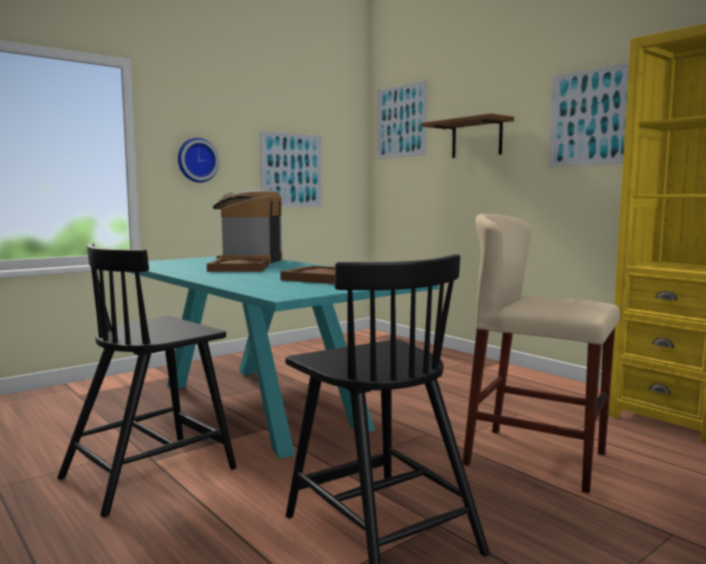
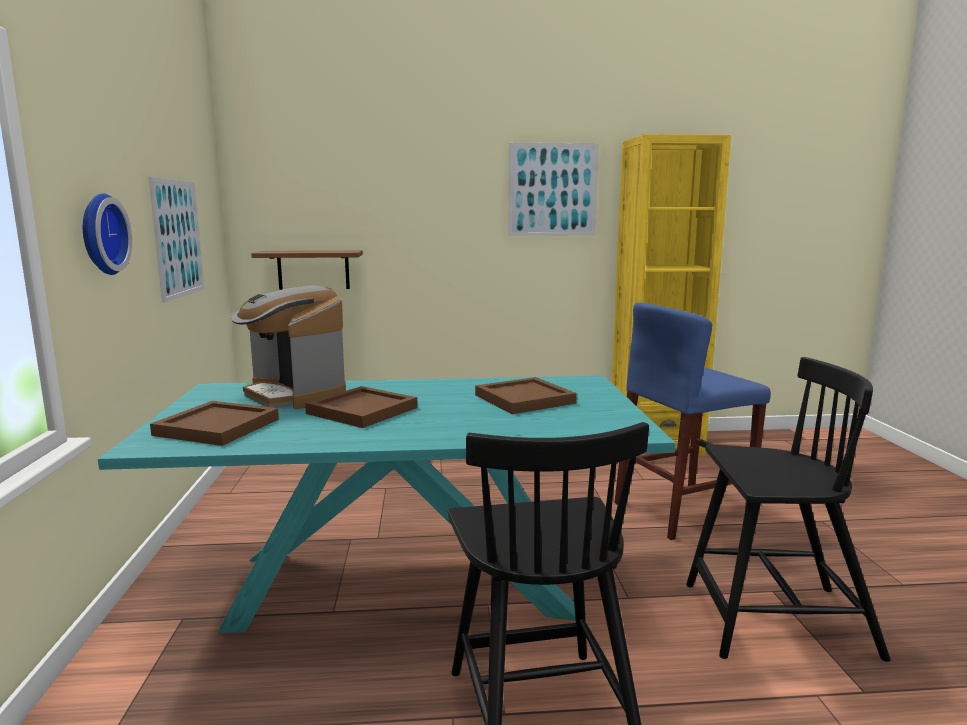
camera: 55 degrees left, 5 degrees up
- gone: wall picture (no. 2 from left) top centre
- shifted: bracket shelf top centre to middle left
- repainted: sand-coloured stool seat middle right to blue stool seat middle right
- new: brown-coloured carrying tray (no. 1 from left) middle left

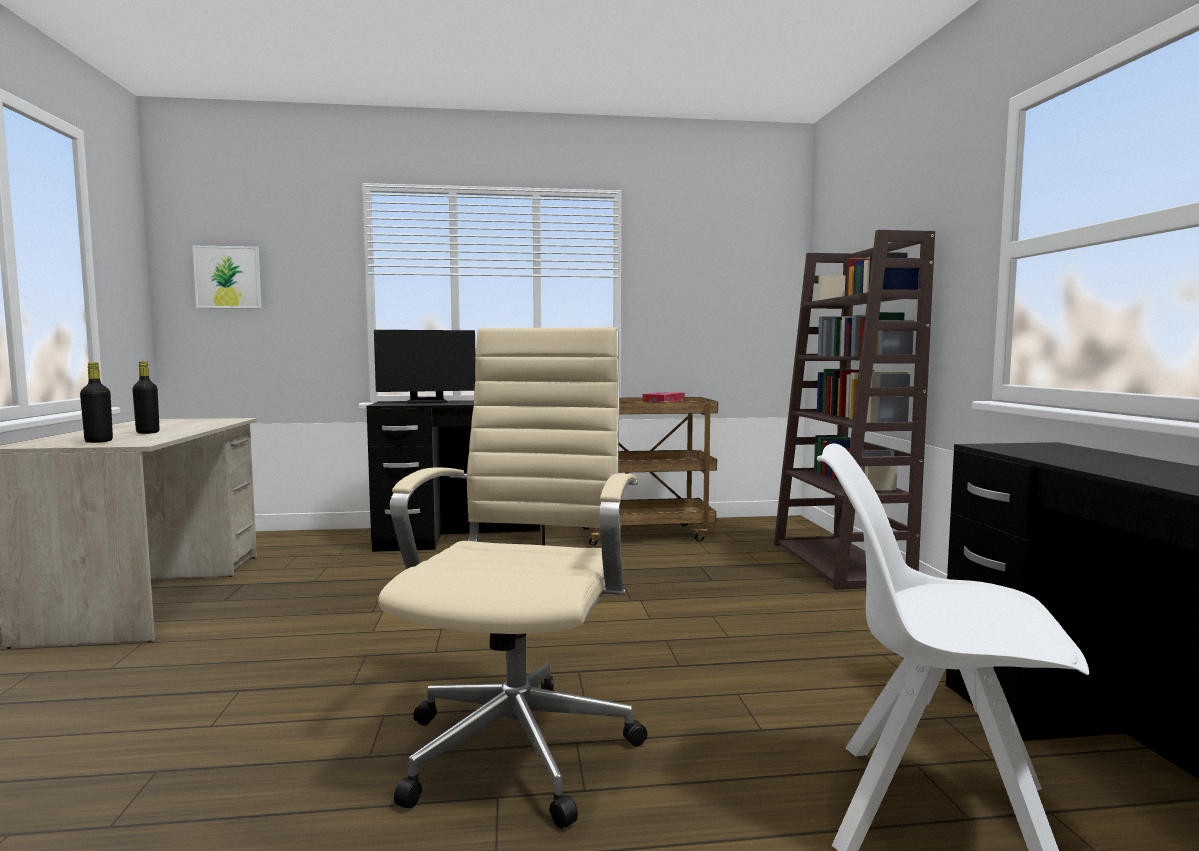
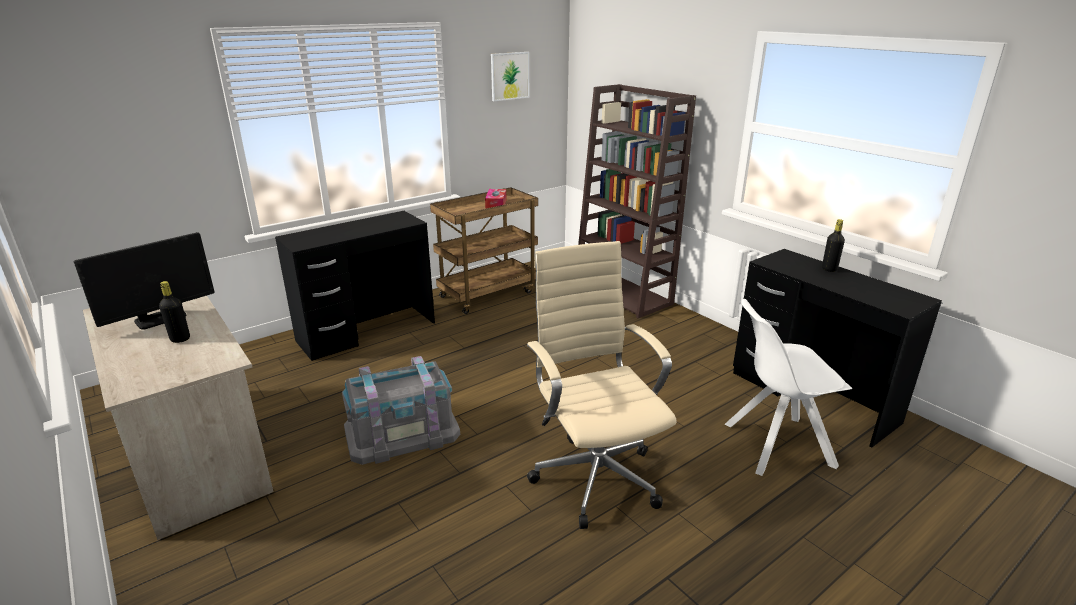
camera: 30 degrees left, 20 degrees up
- shifted: wall picture top left to top centre
- shifted: monitor centre to middle left
- shifted: black bottle (no. 1 from left in the first image) middle left to black bottle (no. 2 from left) middle right
- new: gray storage bin bottom centre

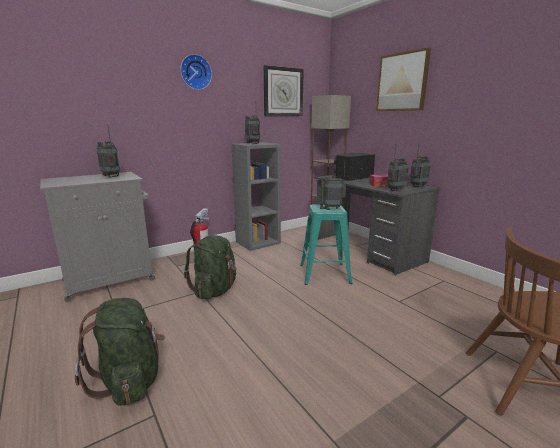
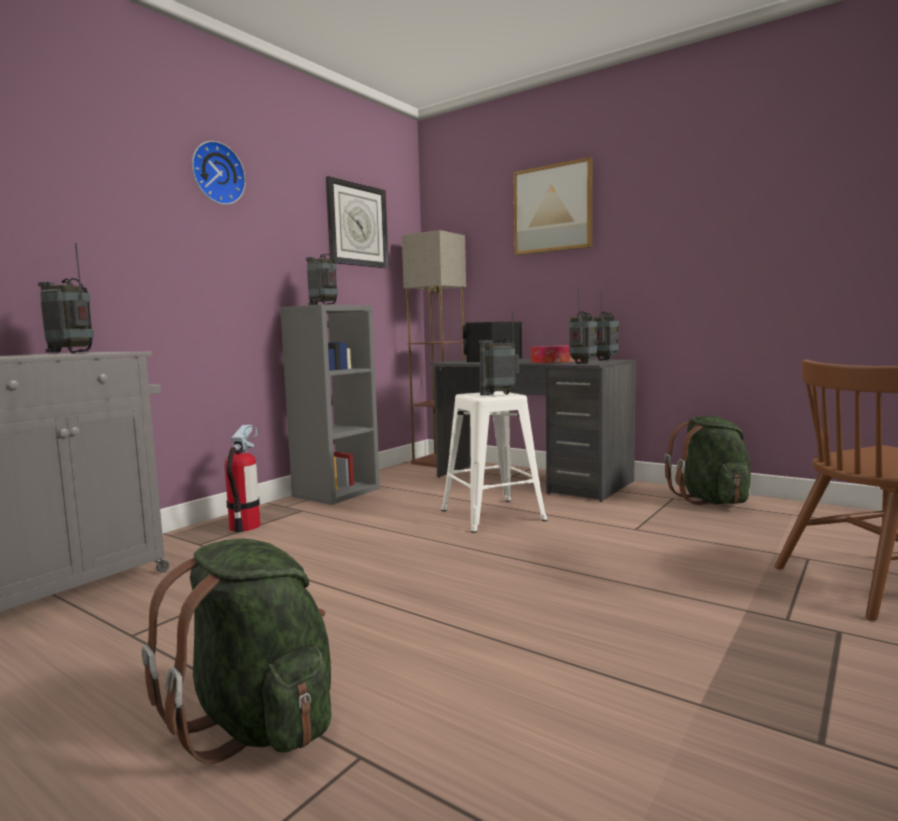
camera: 20 degrees left, 10 degrees down
- repainted: blue-green stool seat centre to white-coloured stool seat centre
- shifted: green backpack (no. 2 from left) centre to middle right

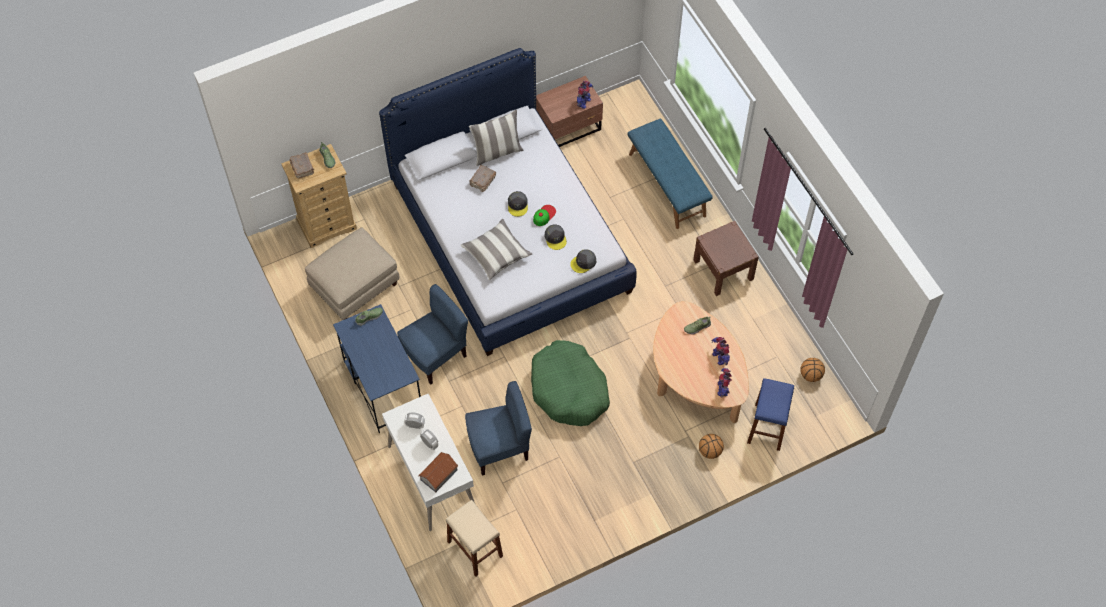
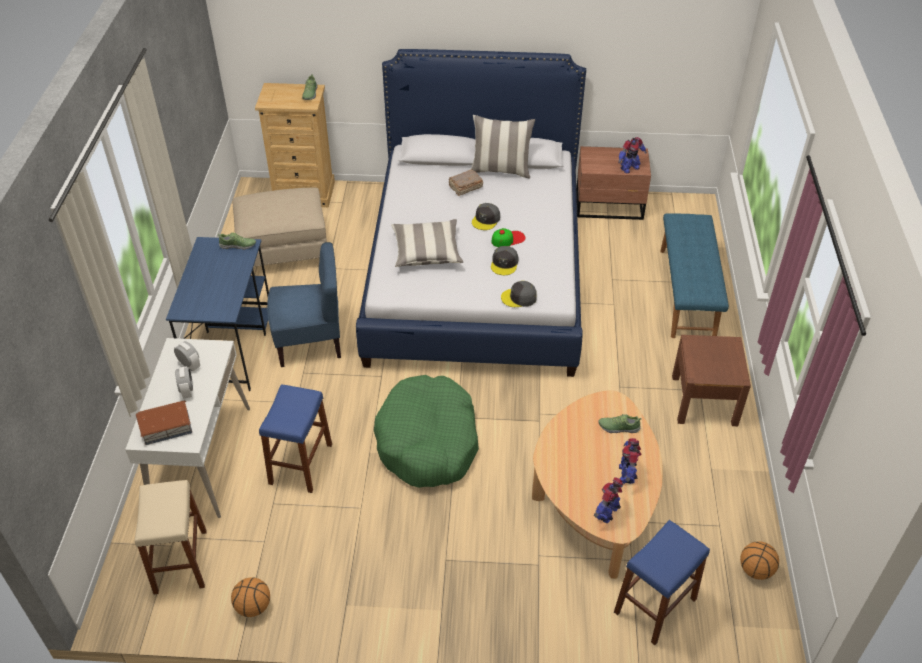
camera: 30 degrees right, 15 degrees down
- gone: brown-coloured book (no. 1 from left) top left
- swapped: blue upright chair (no. 2 from left) bottom centre to blue stool seat (no. 1 from left) middle left
- shifted: basketball ball (no. 1 from left) bottom centre to bottom left

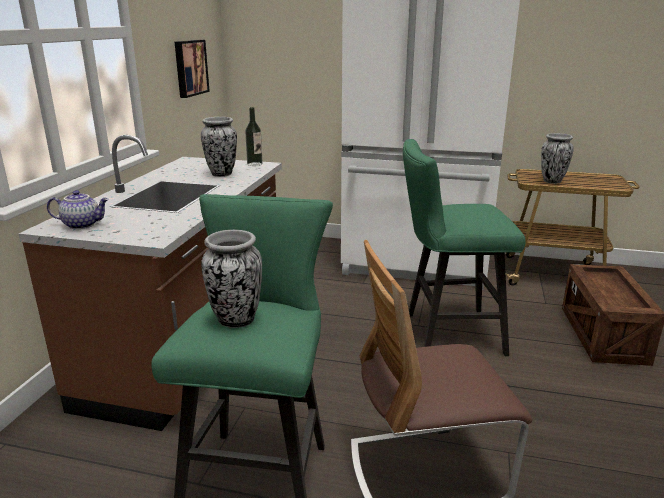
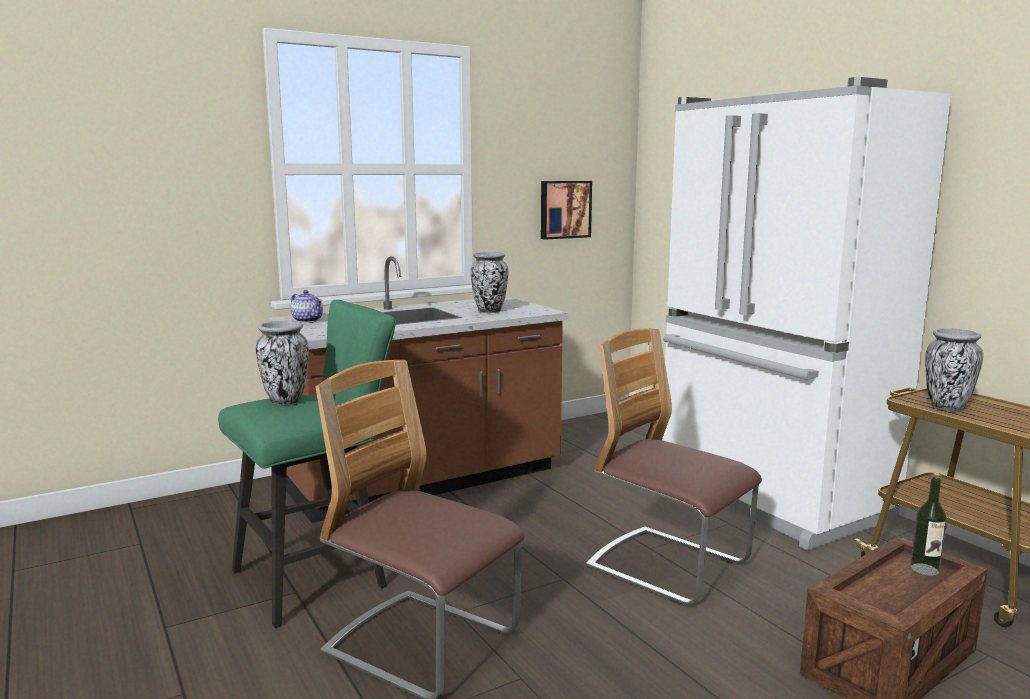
camera: 45 degrees right, 10 degrees down
- shifted: bottle top centre to bottom right
- swapped: green stool seat (no. 2 from left) middle right to upright chair (no. 2 from left) bottom centre

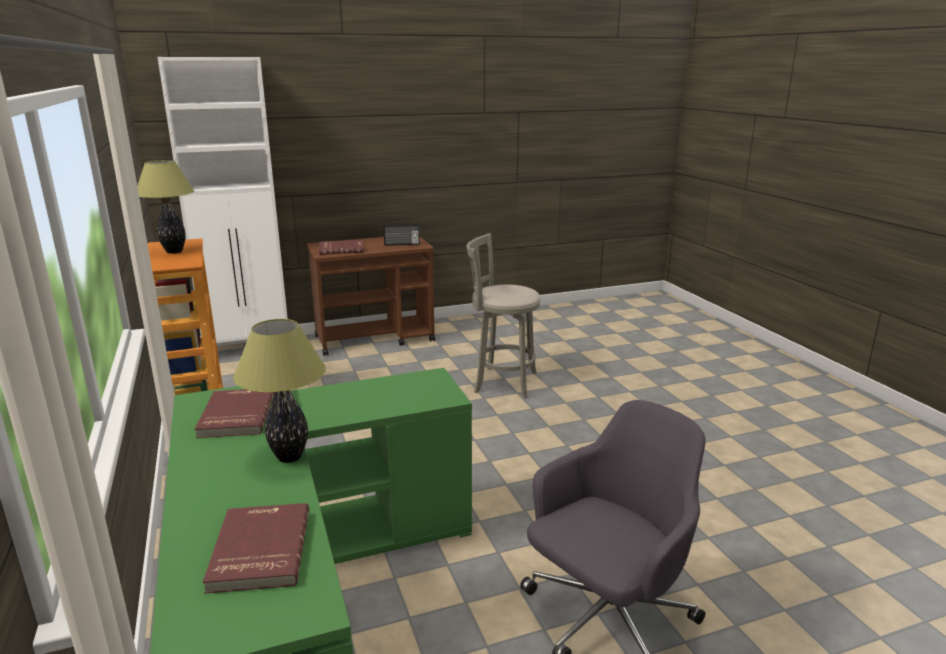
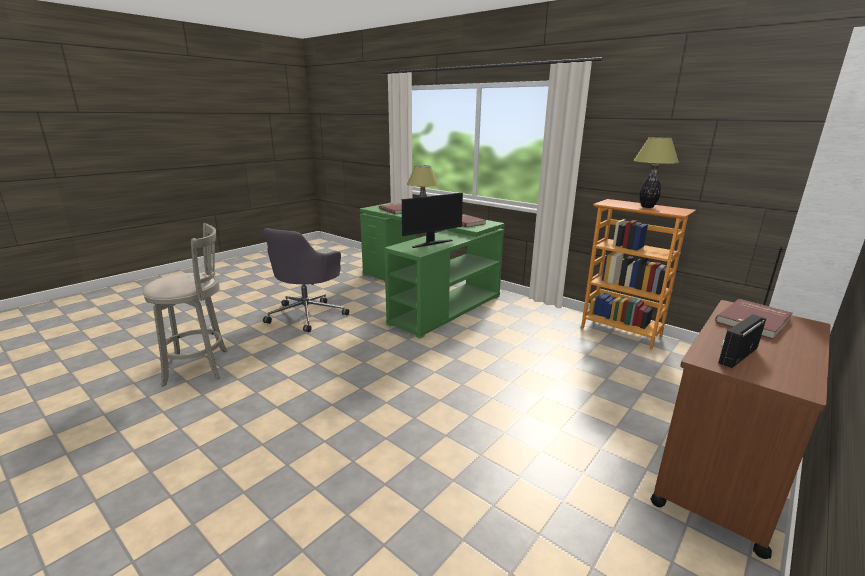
camera: 150 degrees right, 0 degrees up
- shifted: gray stool seat centre to middle left
- new: monitor centre

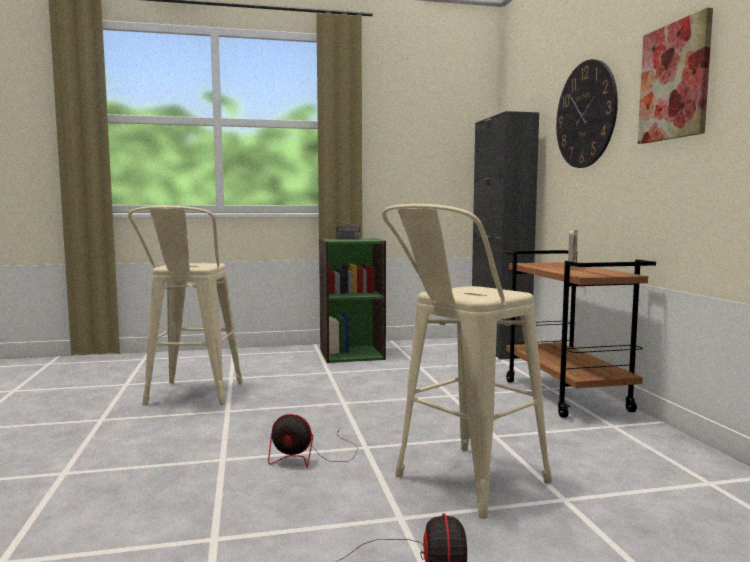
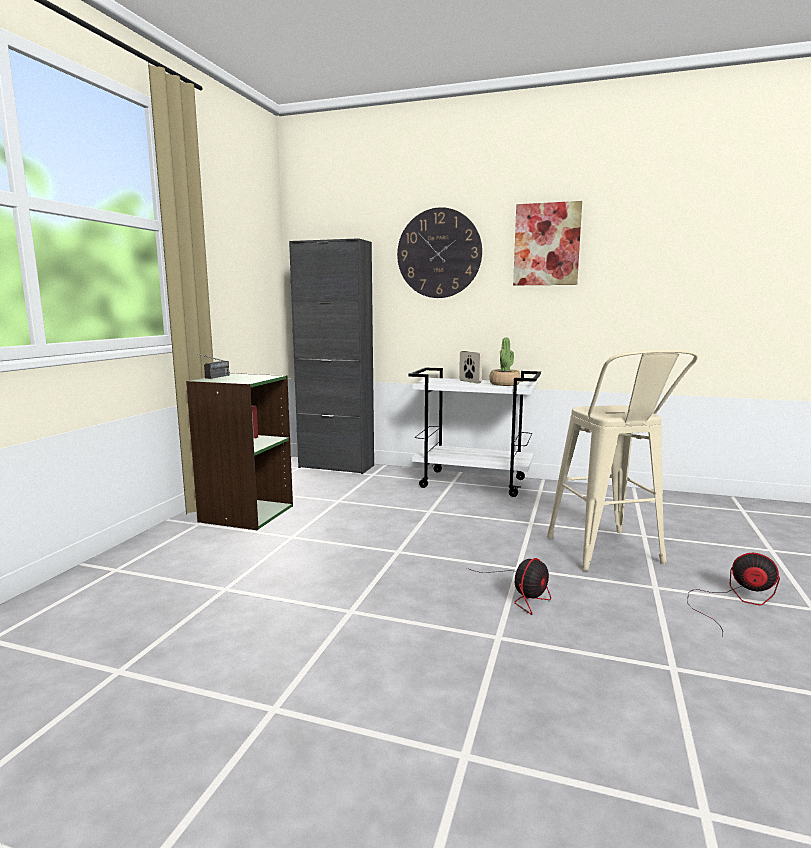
camera: 60 degrees left, 5 degrees up
- gone: sand-coloured stool seat (no. 1 from left) middle left
- repainted: brown-coloured wheeled cart middle right to white-coloured wheeled cart centre
- new: houseplant centre

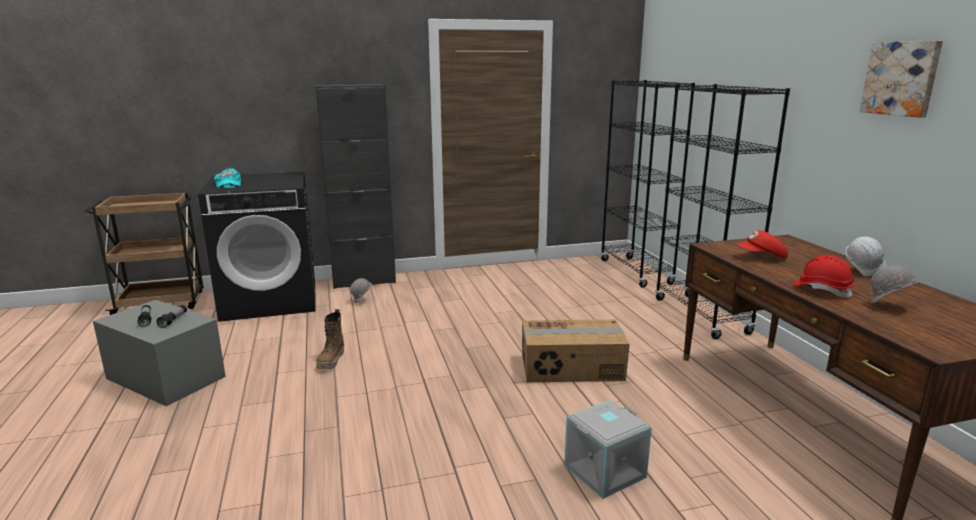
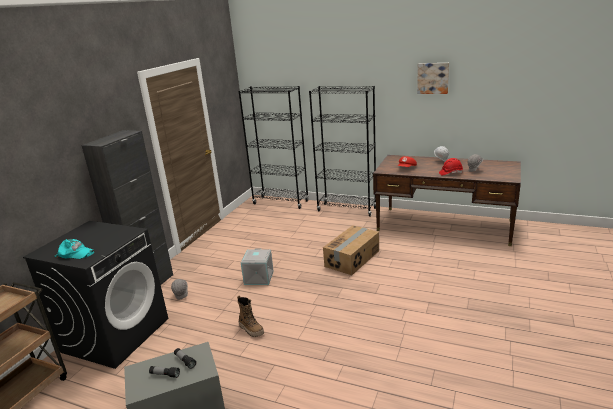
camera: 50 degrees left, 5 degrees up
- shifted: gray storage bin (no. 2 from left) bottom centre to centre

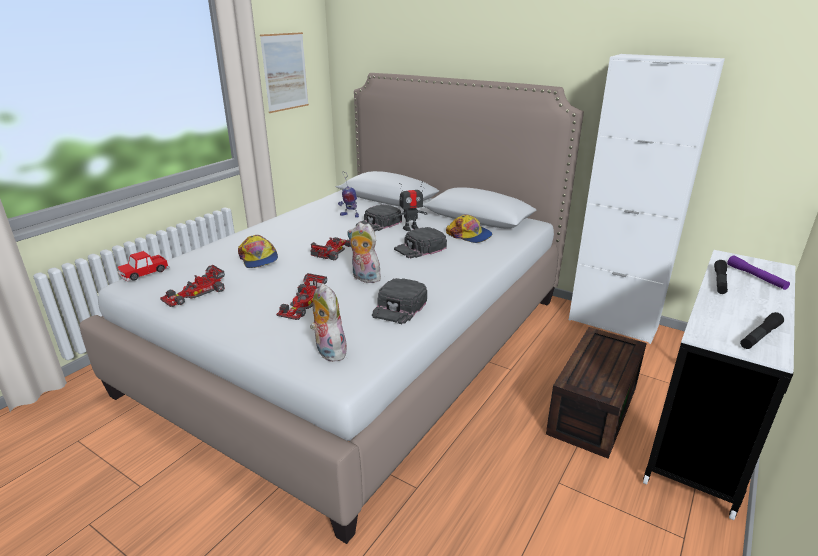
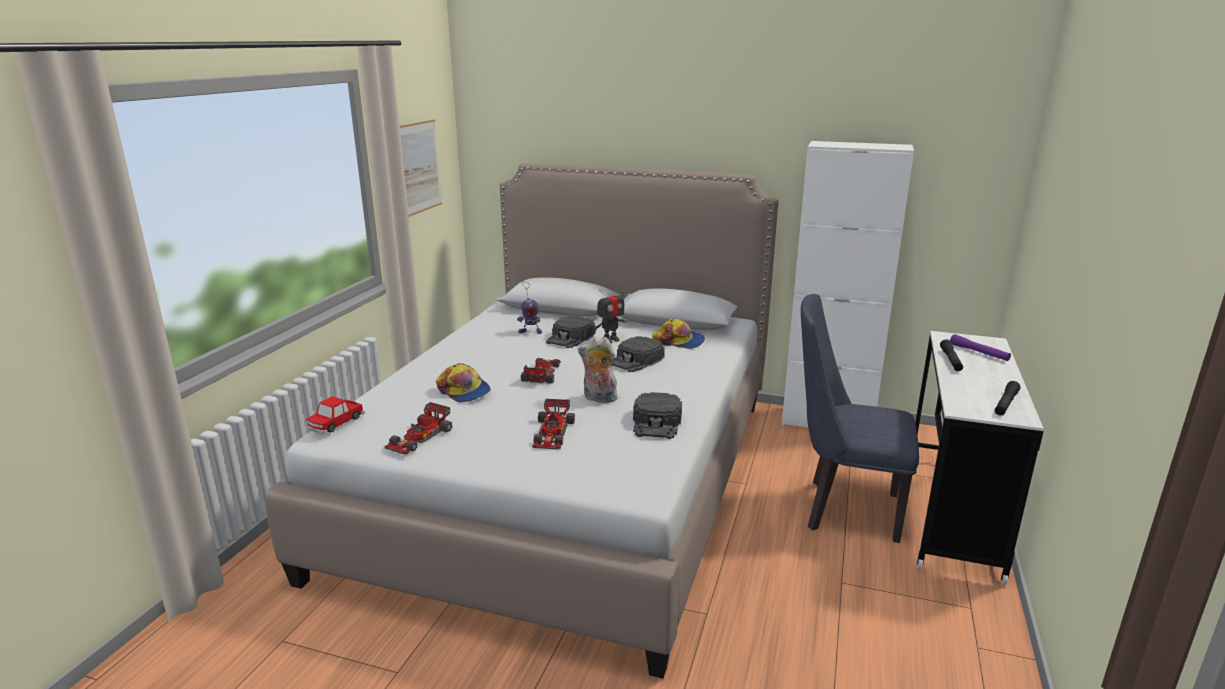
camera: 15 degrees left, 5 degrees down
- gone: plush toy (no. 1 from left) centre
- swapped: brown-coloured storage bin bottom right to blue upright chair middle right

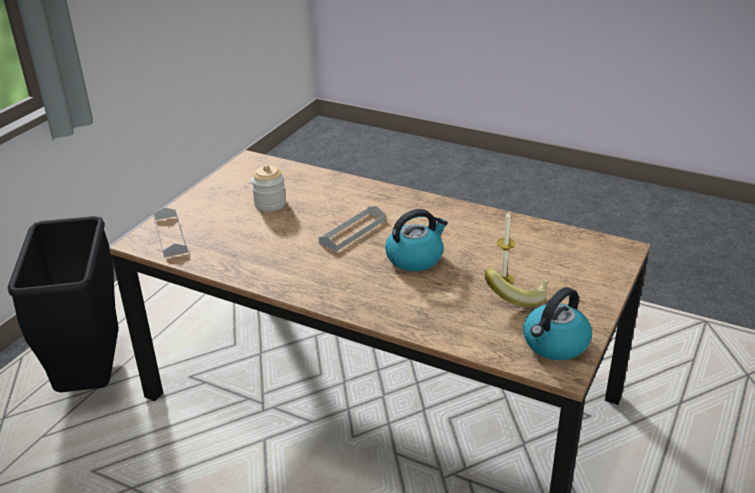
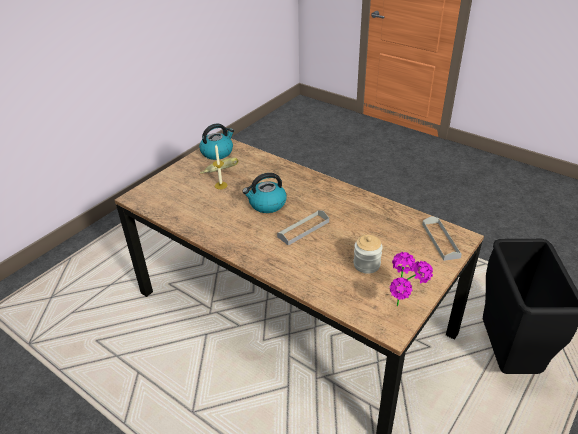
camera: 170 degrees left, 5 degrees up
- new: houseplant middle right

